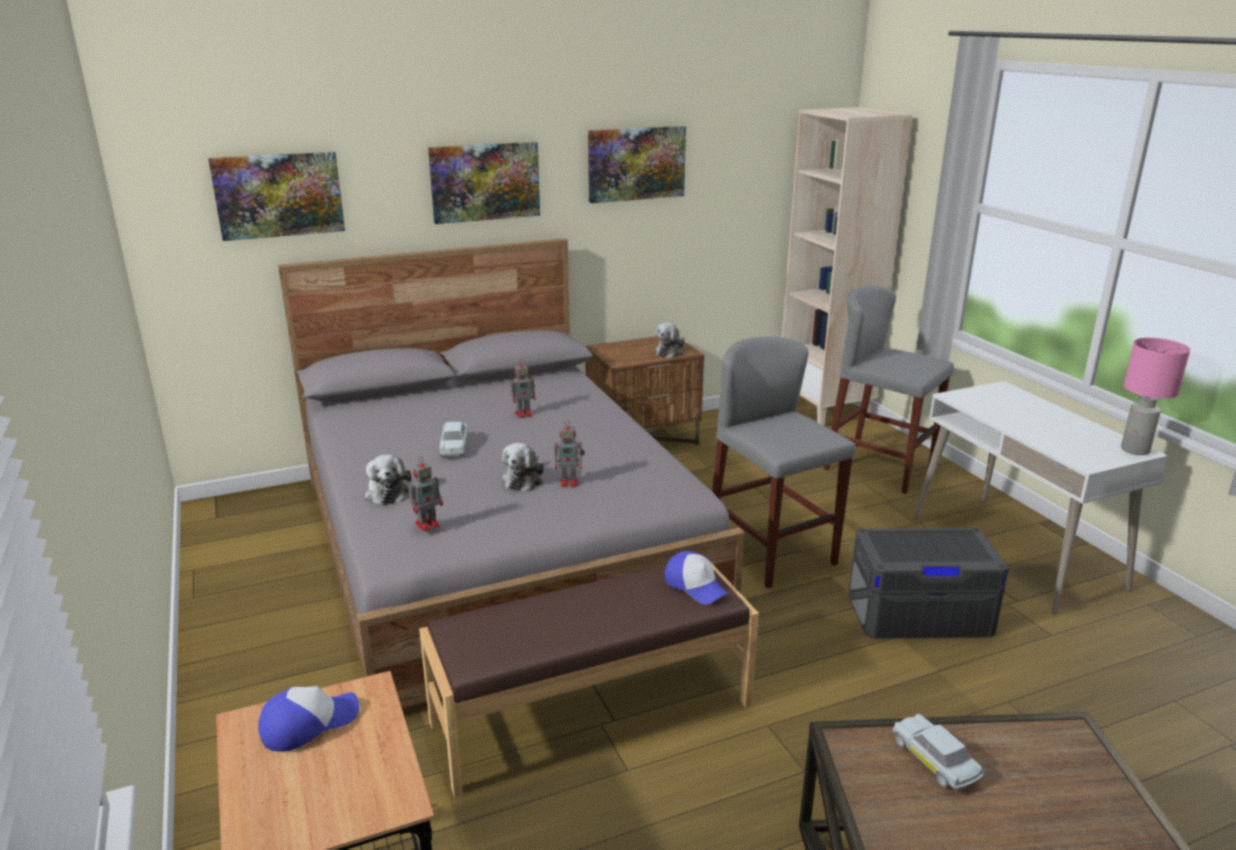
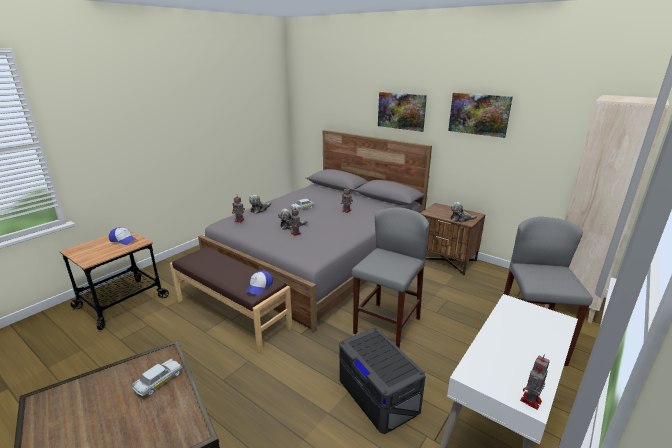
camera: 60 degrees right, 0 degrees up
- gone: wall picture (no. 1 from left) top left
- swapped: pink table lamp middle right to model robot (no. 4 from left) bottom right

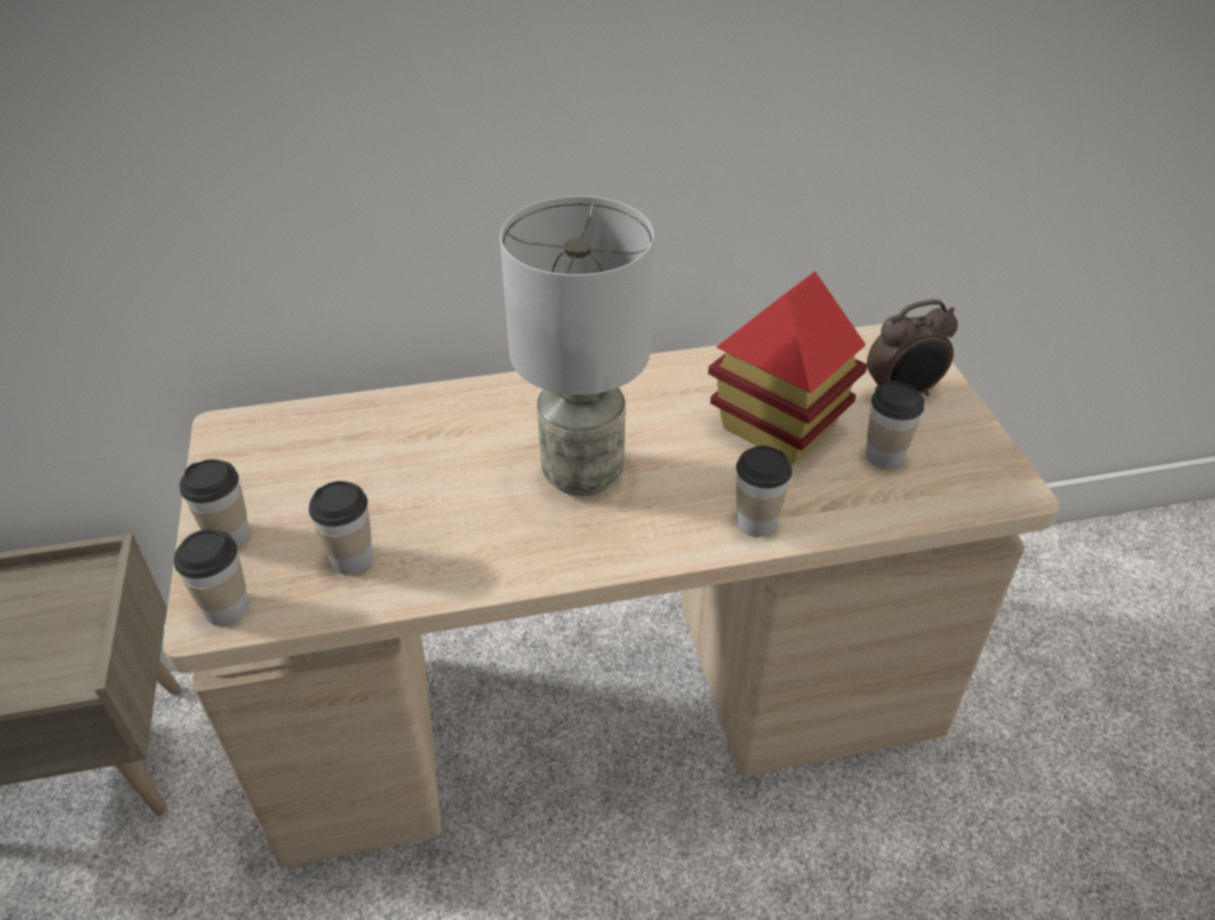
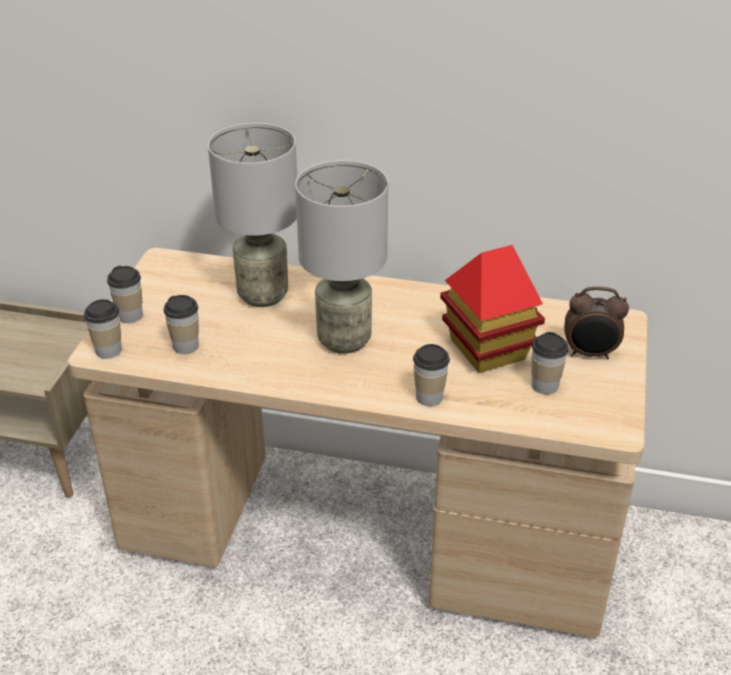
camera: 25 degrees right, 5 degrees down
- new: gray table lamp (no. 1 from left) top centre

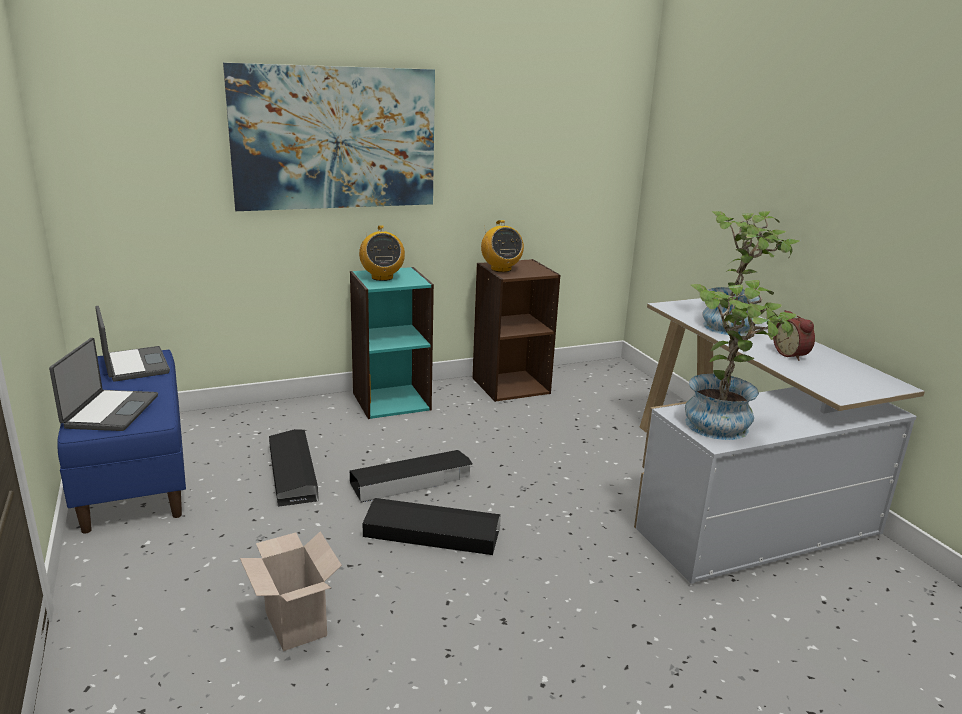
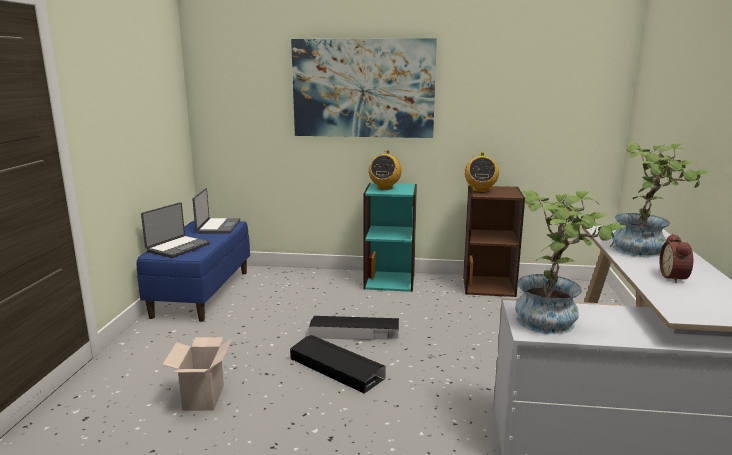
camera: 30 degrees right, 5 degrees down
- gone: black storage bin (no. 1 from left) middle left

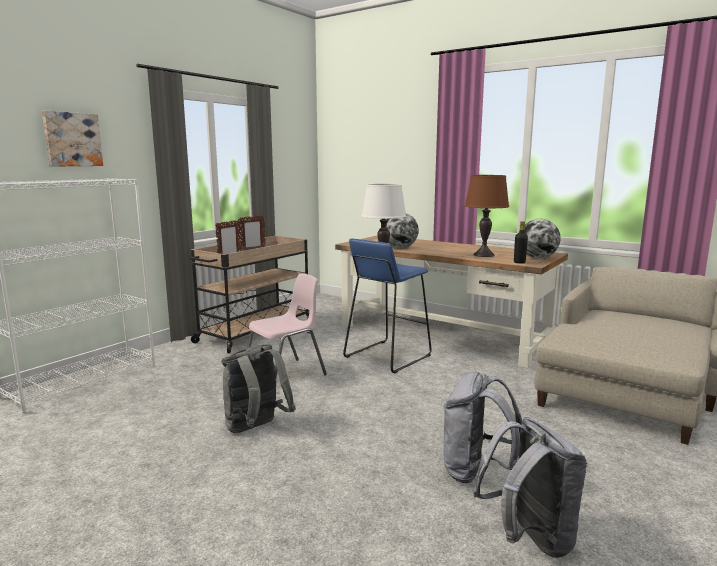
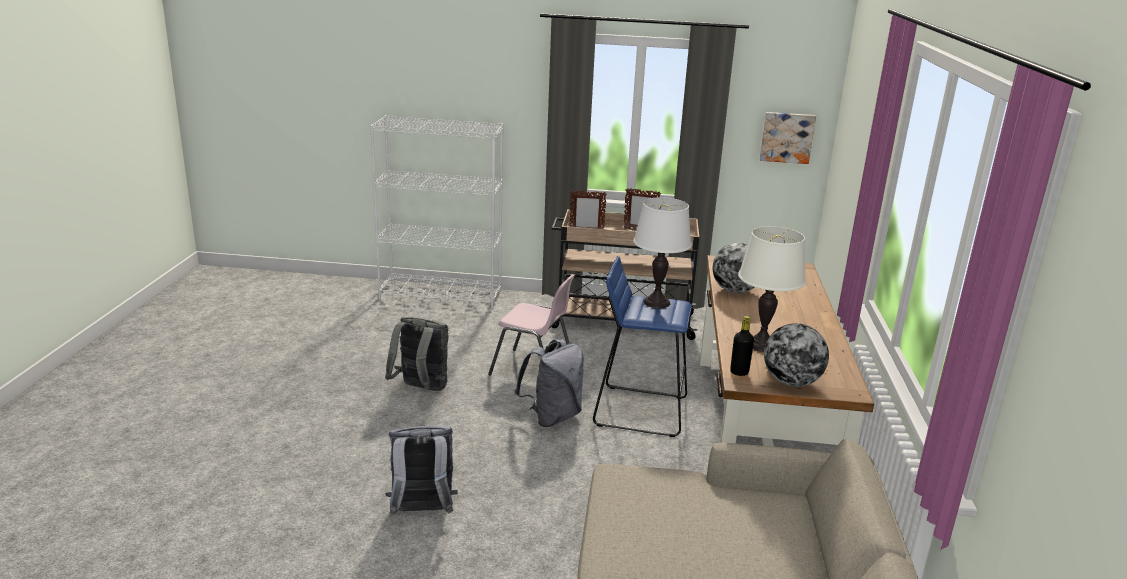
camera: 60 degrees right, 10 degrees up
- shifted: wall picture top left to top right
- repainted: brown-coloured table lamp middle right to white-coloured table lamp (no. 2 from left) middle right
- shifted: gray backpack (no. 3 from left) bottom right to centre

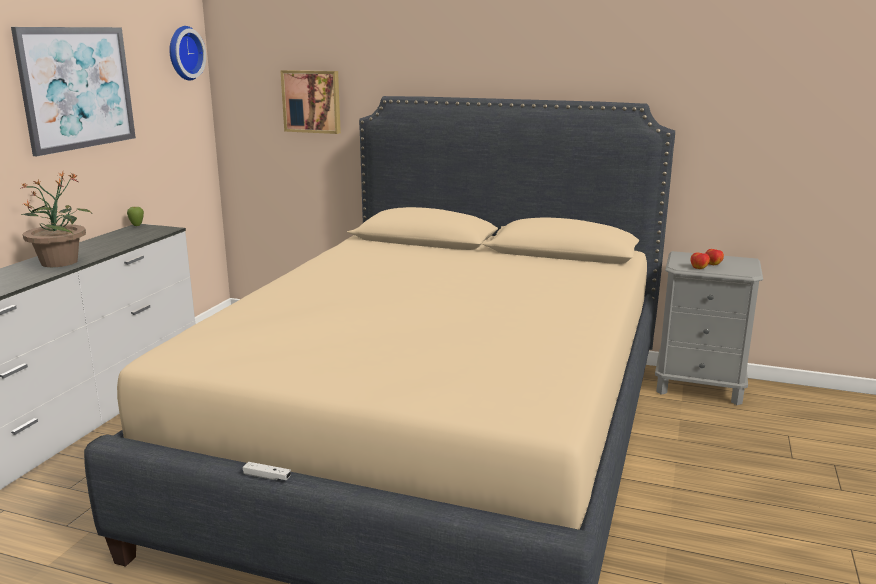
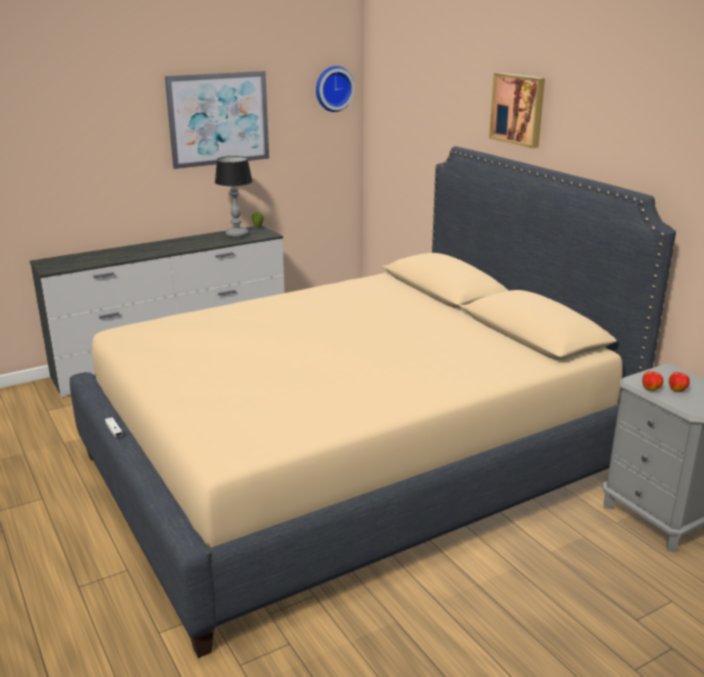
camera: 40 degrees right, 5 degrees up
- shifted: wall picture (no. 2 from left) top centre to top right
- gone: houseplant middle left
- new: table lamp top left

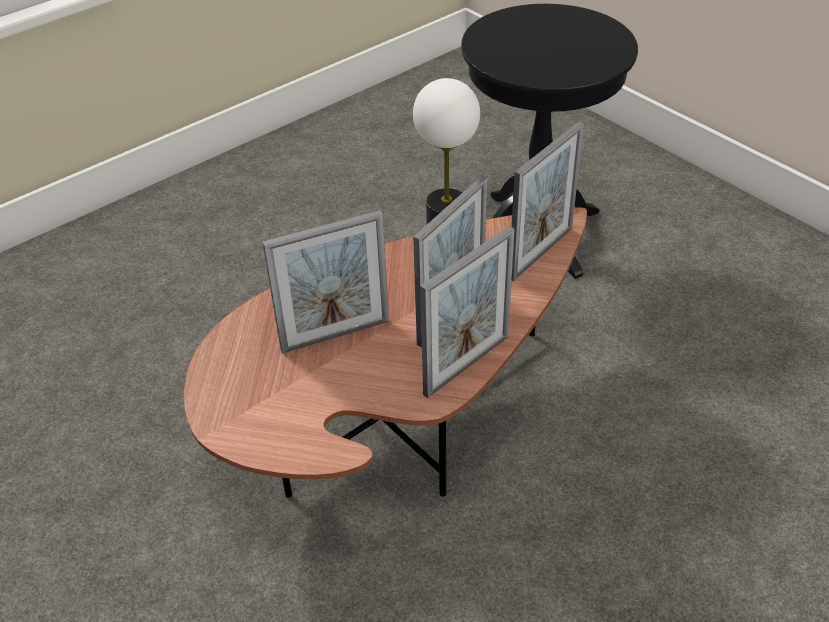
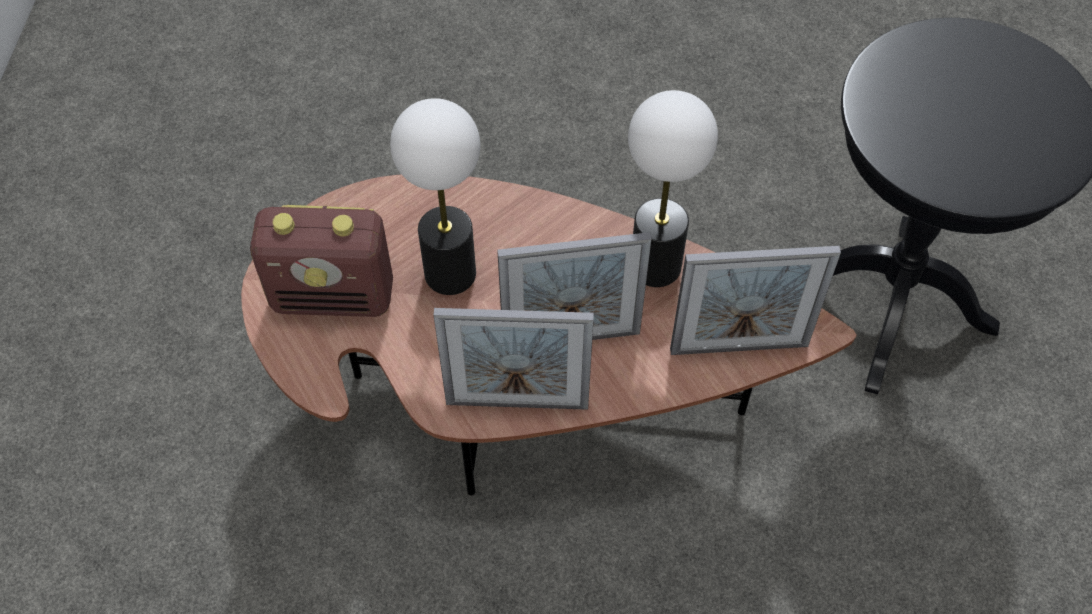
camera: 45 degrees right, 15 degrees up
- swapped: standing frame (no. 1 from left) centre to table lamp (no. 1 from left) top centre
- new: radio receiver middle left

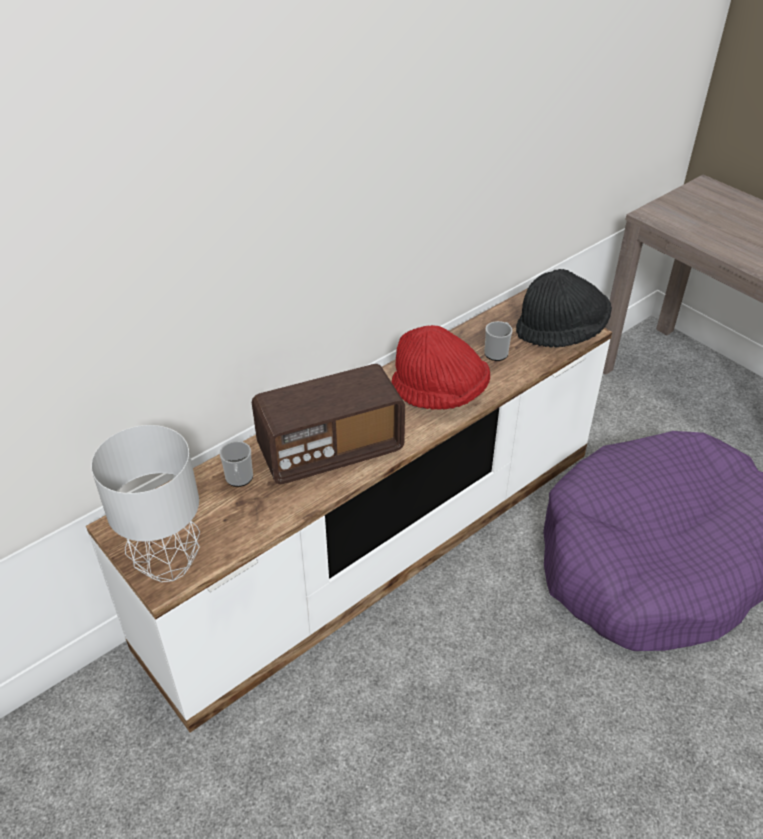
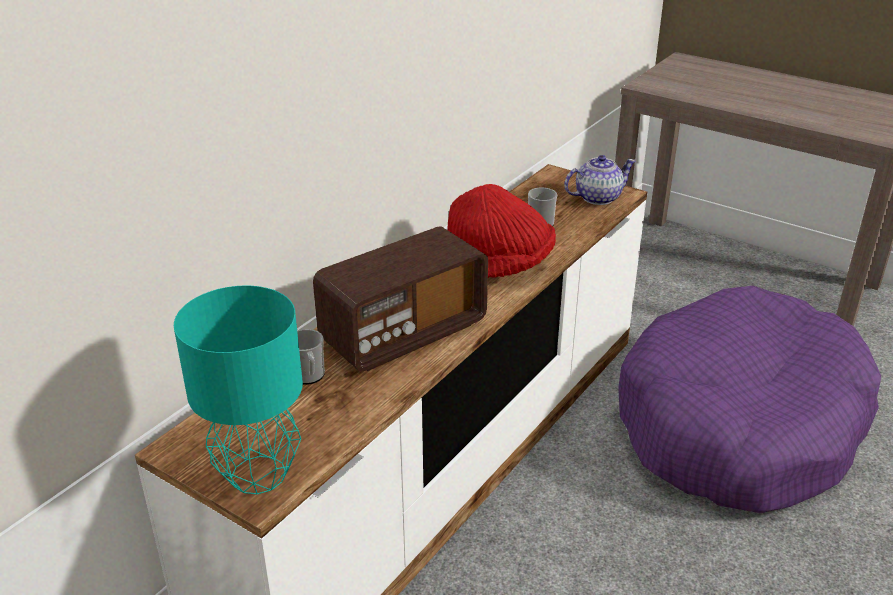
camera: 15 degrees left, 10 degrees down
- swapped: black wearable hat middle right to pot for tea top right
- repainted: gray table lamp middle left to blue-green table lamp middle left

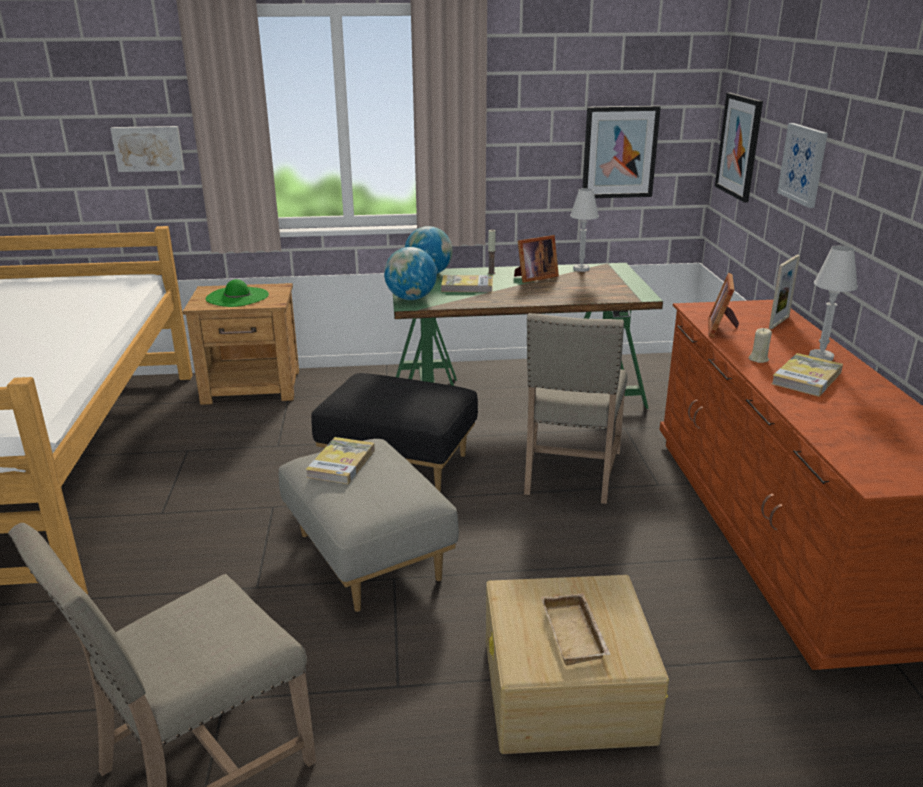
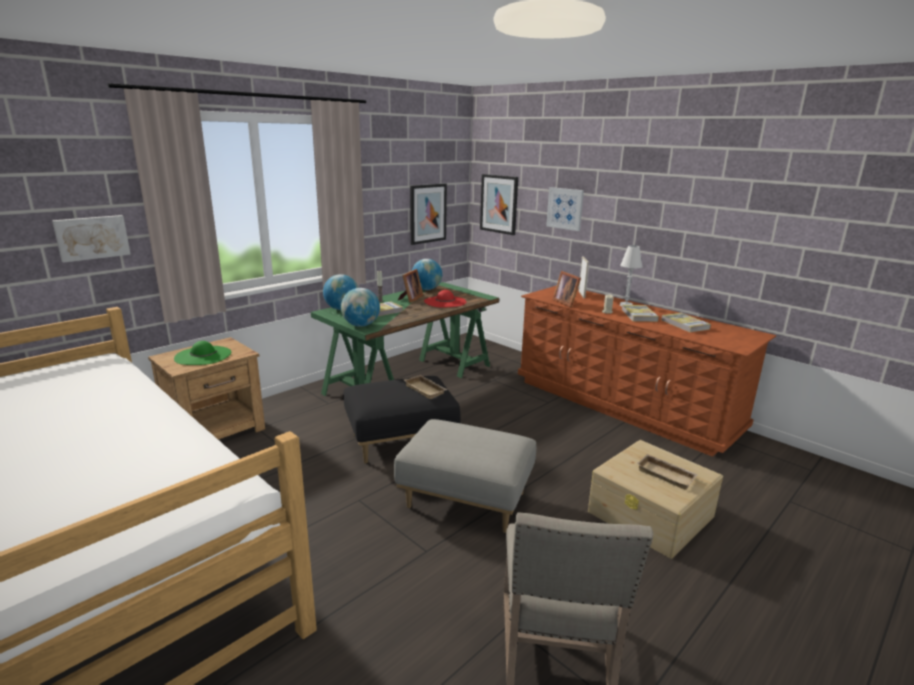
camera: 40 degrees left, 5 degrees down
- swapped: white-coloured table lamp (no. 1 from left) top centre to globe (no. 3 from left) centre
- gone: sand-coloured upright chair (no. 2 from left) centre
- shifted: book (no. 1 from left in the first image) centre to book (no. 3 from left) middle right
- new: red-coloured wearable hat centre
- new: sand-coloured carrying tray (no. 1 from left) centre

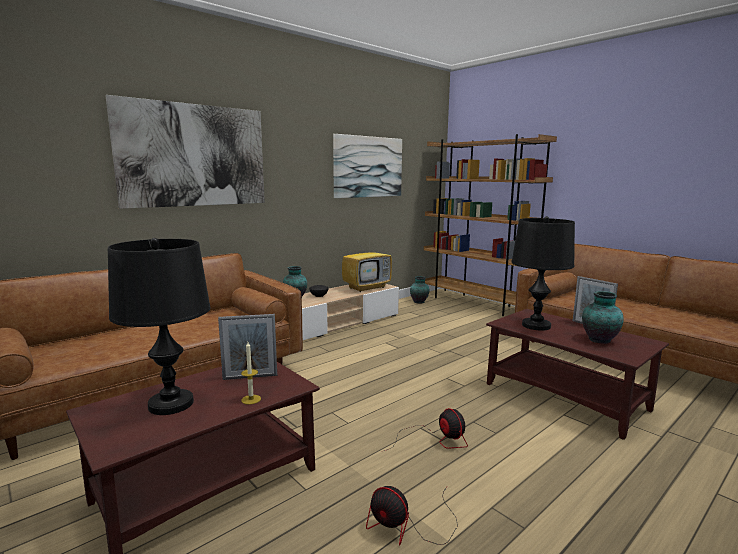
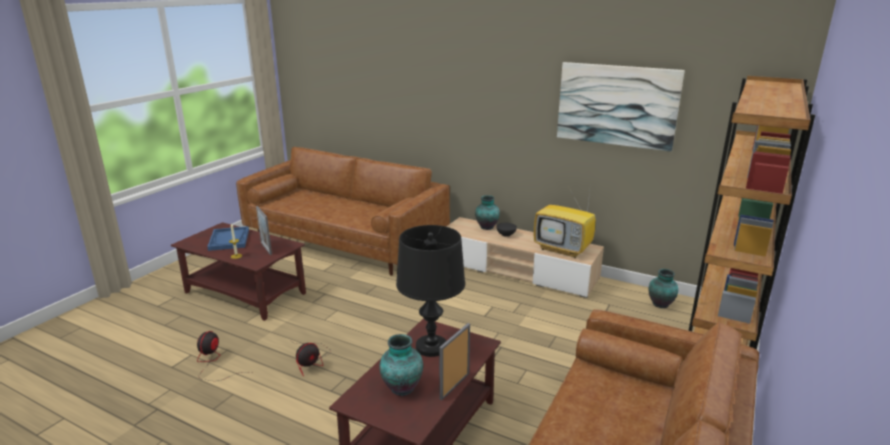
camera: 70 degrees right, 10 degrees up
- gone: wall picture (no. 1 from left) top left
- swapped: black table lamp (no. 1 from left) middle left to blue carrying tray middle left

